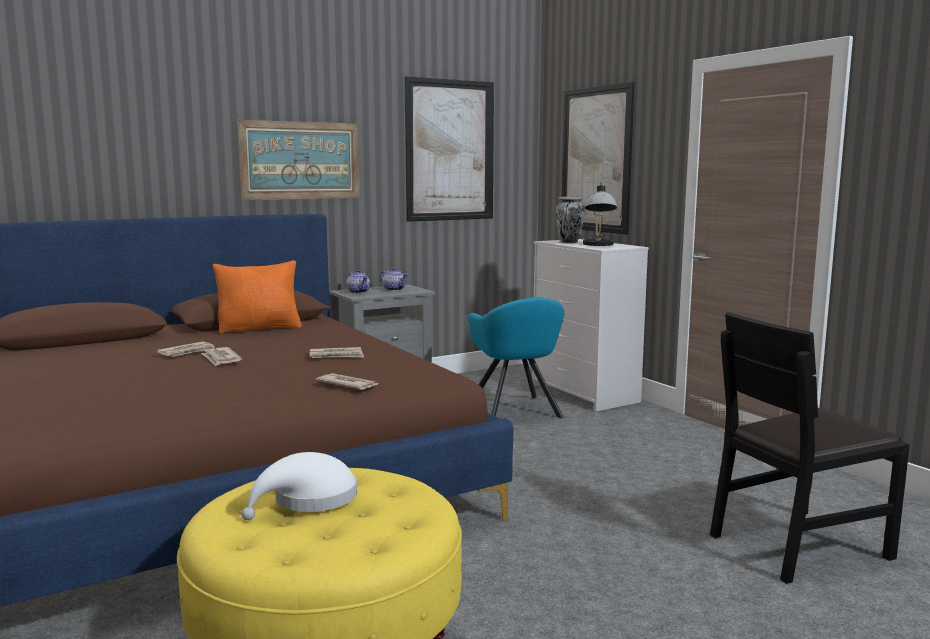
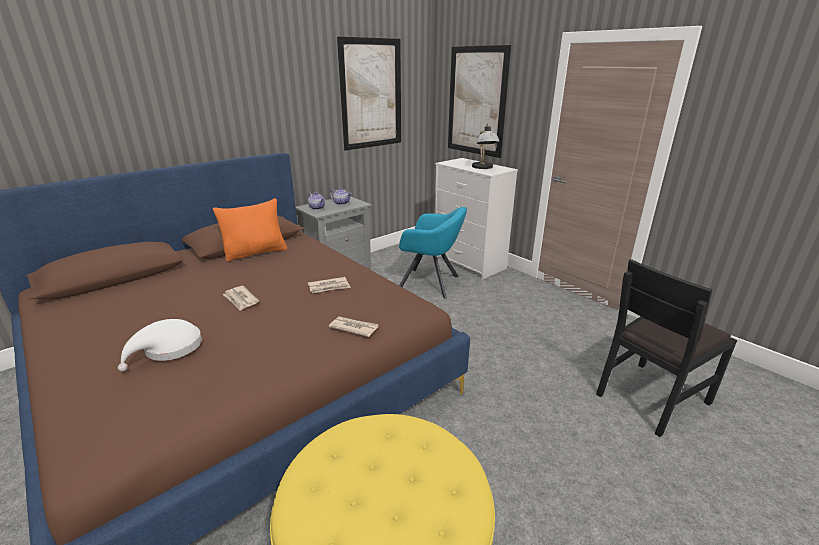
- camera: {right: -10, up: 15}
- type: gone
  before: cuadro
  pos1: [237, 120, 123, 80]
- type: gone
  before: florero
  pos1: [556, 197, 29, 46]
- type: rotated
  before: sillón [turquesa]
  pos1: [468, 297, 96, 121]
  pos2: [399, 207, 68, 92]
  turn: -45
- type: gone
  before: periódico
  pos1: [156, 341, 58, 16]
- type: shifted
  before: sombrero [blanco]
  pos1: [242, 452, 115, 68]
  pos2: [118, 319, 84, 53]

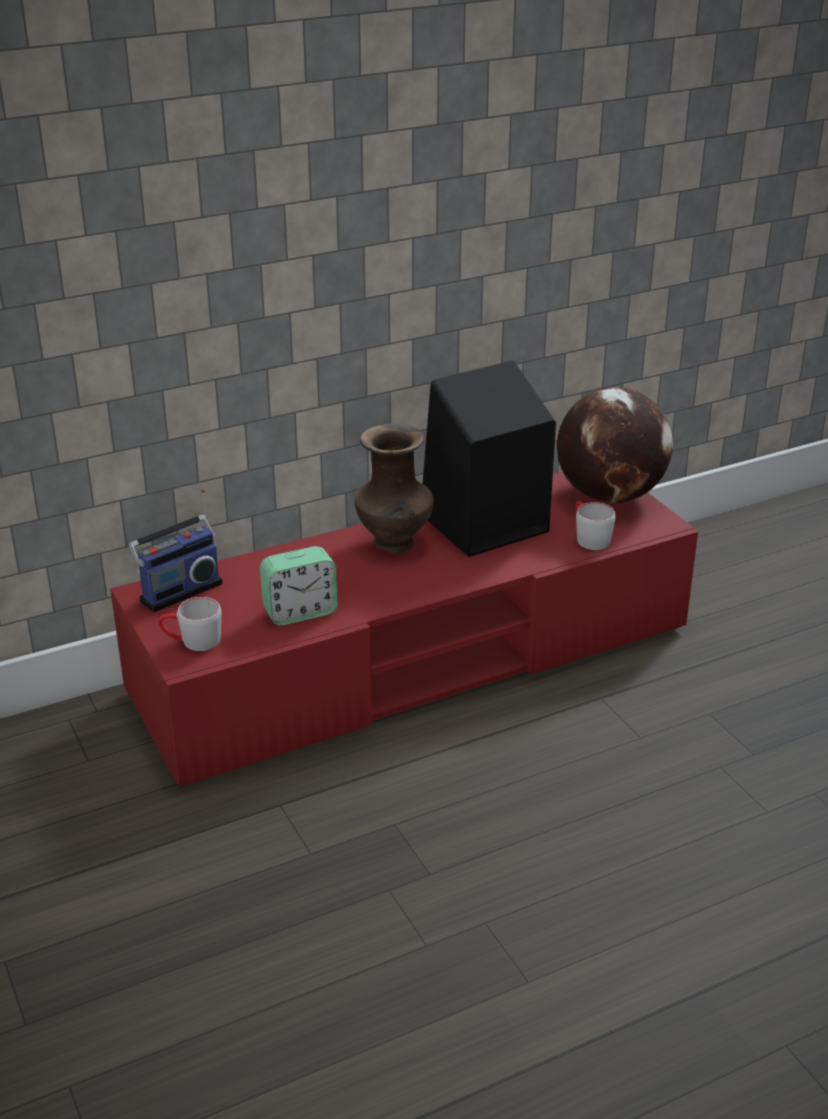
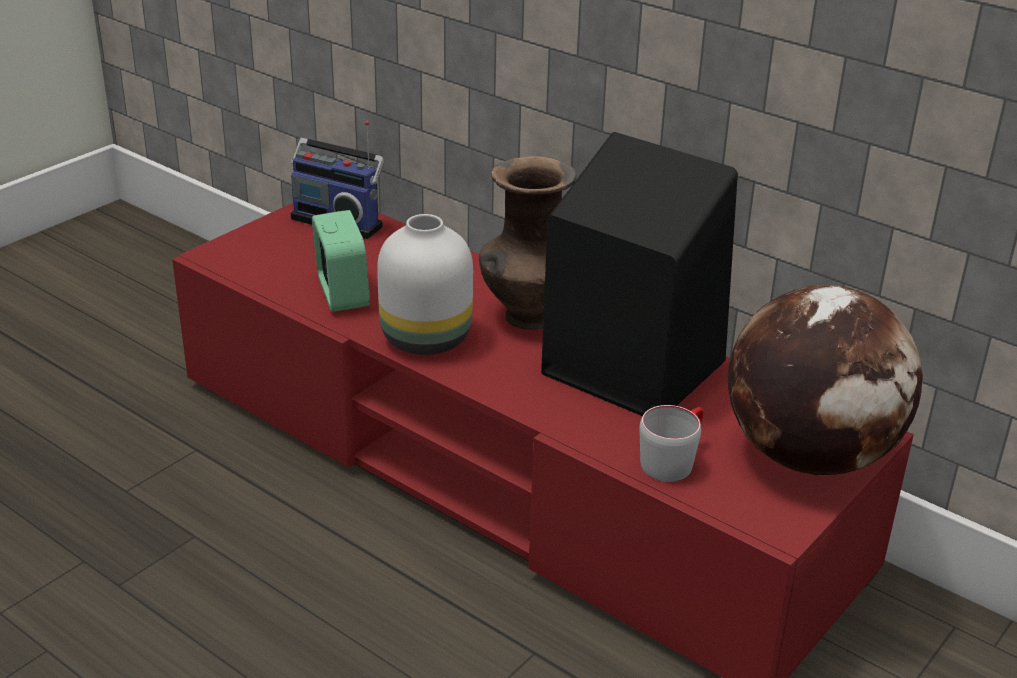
- camera: {right: 65, up: 0}
- type: rotated
  before: despertador
  pos1: [260, 546, 78, 80]
  pos2: [312, 210, 58, 102]
  turn: -150
- type: gone
  before: taza grande [gris]
  pos1: [158, 597, 63, 54]
- type: new
  after: florero [blanco]
  pos2: [377, 214, 96, 141]

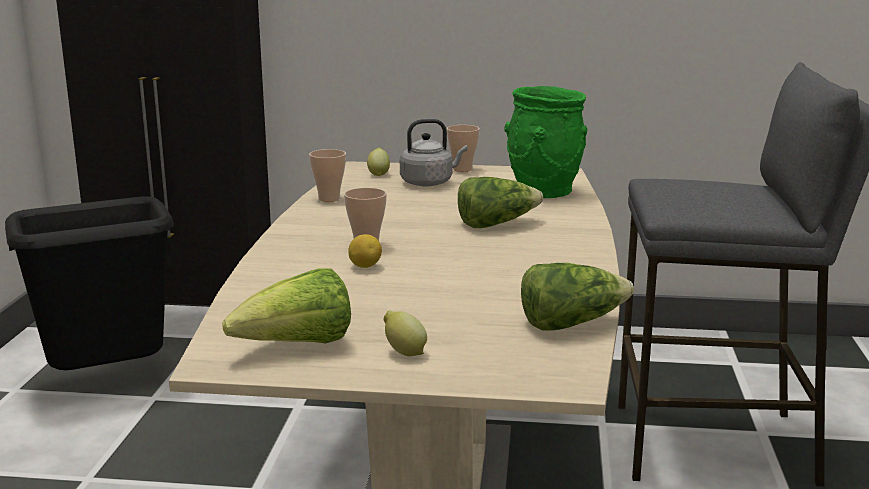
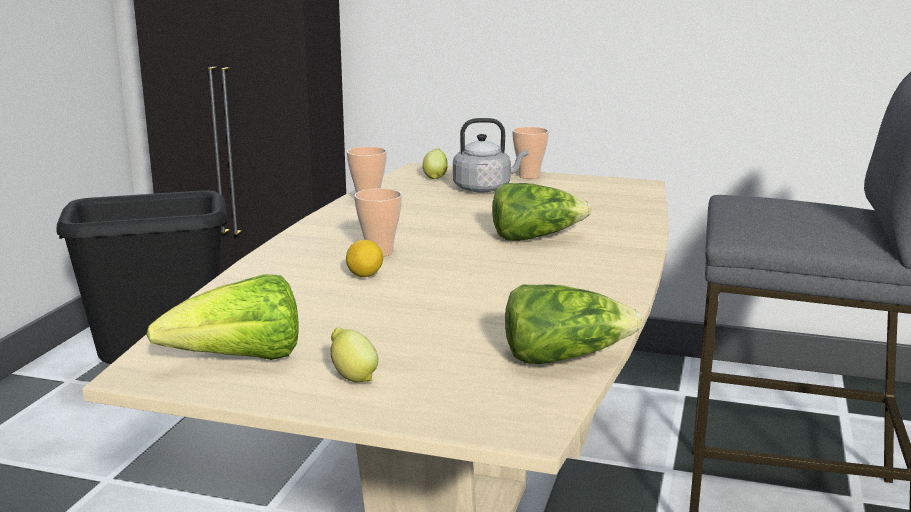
- camera: {right: 10, up: 0}
- type: gone
  before: florero [verde]
  pos1: [505, 86, 82, 112]

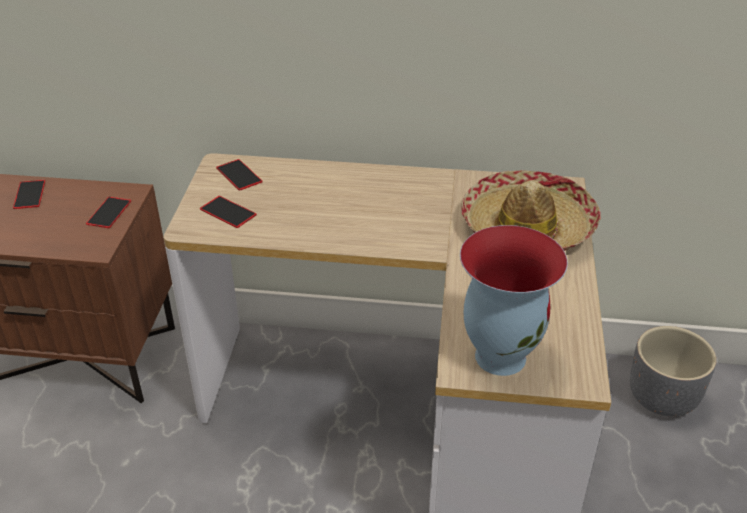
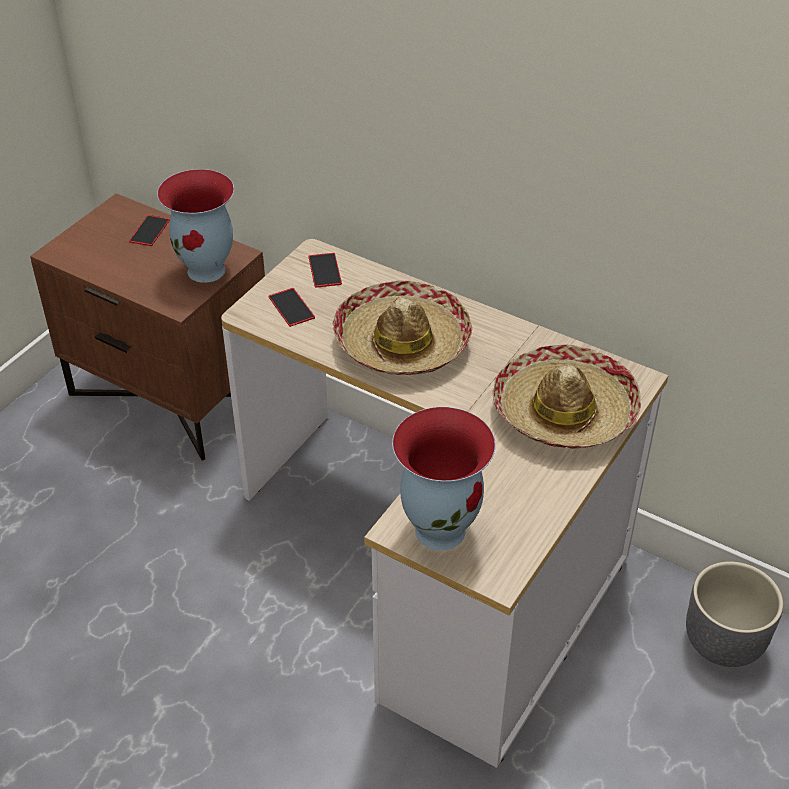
- camera: {right: 25, up: 5}
- type: swapped
  before: móvil
  after: florero
  pos1: [86, 197, 45, 31]
  pos2: [157, 169, 77, 114]
- type: new
  after: sombrero
  pos2: [332, 280, 140, 95]

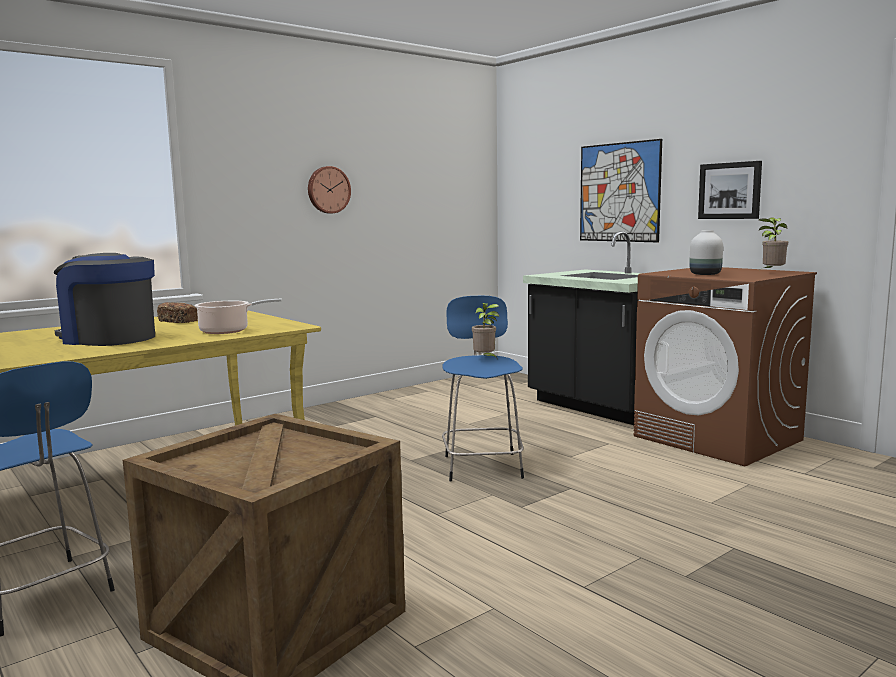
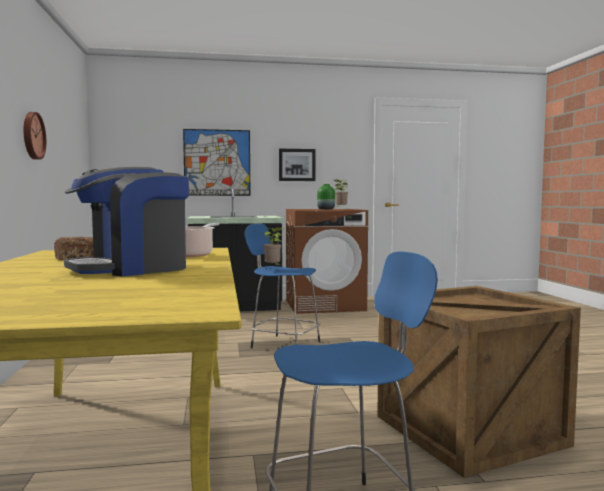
- camera: {right: -60, up: -5}
- type: repainted
  before: florero [blanco]
  after: florero [verde]
  pos1: [689, 230, 34, 45]
  pos2: [317, 184, 18, 26]

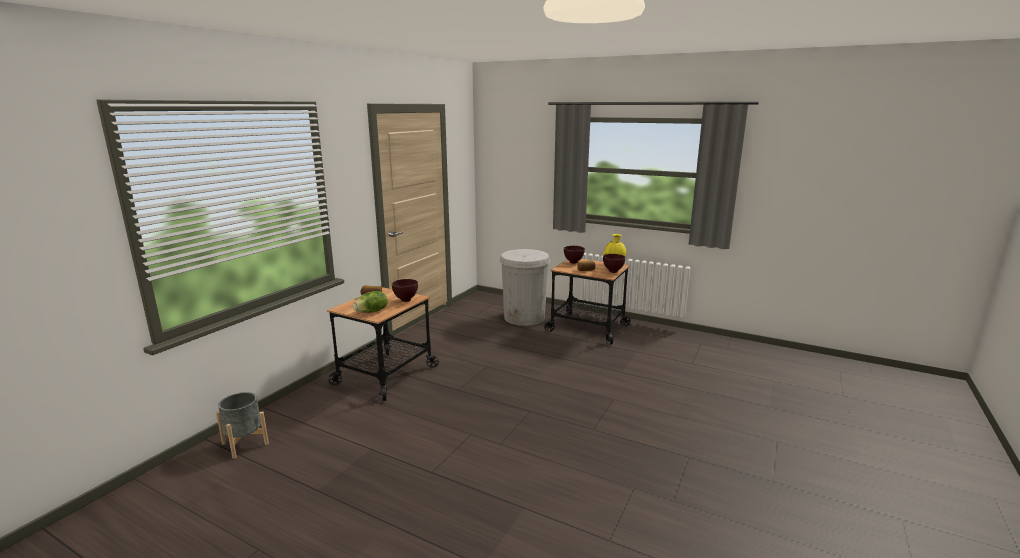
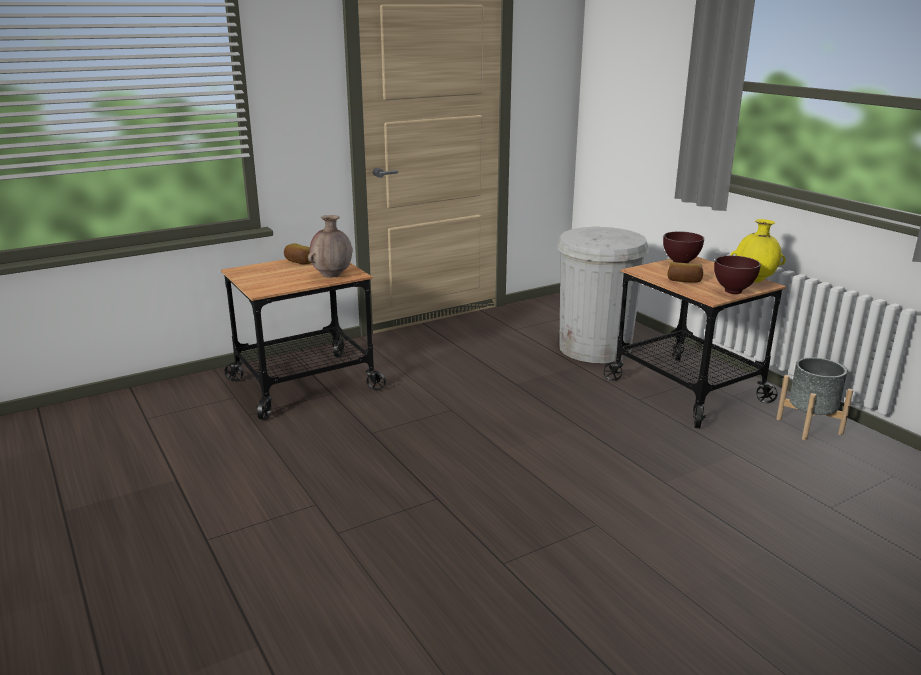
- camera: {right: 30, up: 5}
- type: swapped
  before: cuenco [marrón]
  after: florero [marrón]
  pos1: [392, 279, 26, 23]
  pos2: [308, 215, 45, 63]
- type: gone
  before: lechuga
  pos1: [353, 291, 35, 22]
- type: shifted
  before: maceta [gris]
  pos1: [216, 392, 53, 67]
  pos2: [776, 357, 77, 84]

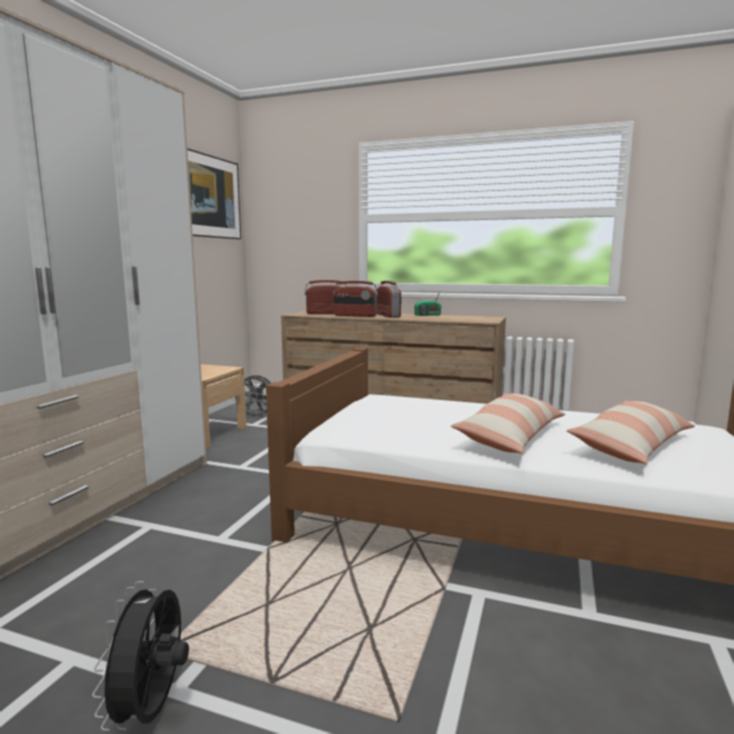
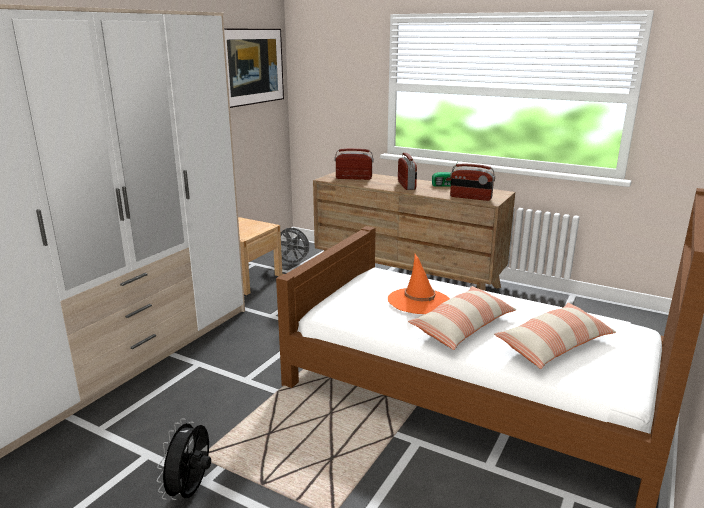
- camera: {right: 10, up: 10}
- type: shifted
  before: radio
  pos1: [333, 281, 45, 36]
  pos2: [450, 164, 45, 37]
- type: new
  after: sombrero [naranja]
  pos2: [388, 254, 62, 60]

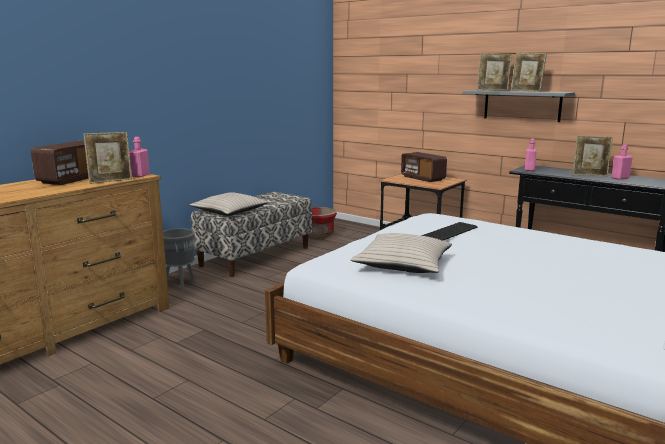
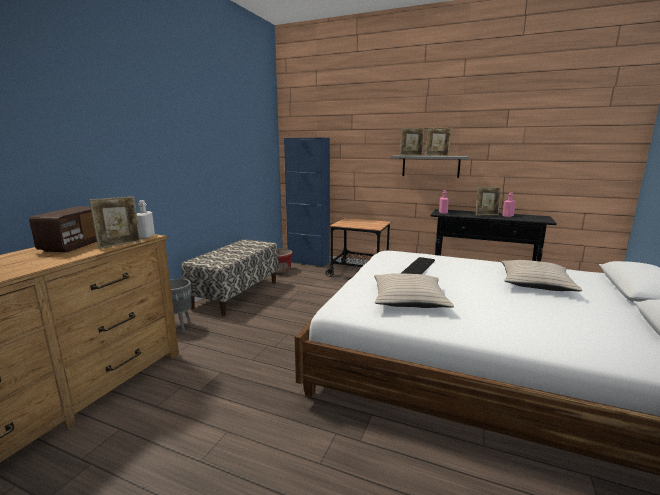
- camera: {right: -15, up: 0}
- type: repainted
  before: botella [rosa]
  after: botella [blanco]
  pos1: [129, 137, 21, 40]
  pos2: [137, 200, 18, 39]
- type: gone
  before: radio
  pos1: [401, 152, 46, 30]
- type: shifted
  before: cojín [beis]
  pos1: [190, 192, 79, 24]
  pos2: [502, 260, 80, 31]
- type: new
  after: armario [azul]
  pos2: [284, 138, 46, 129]

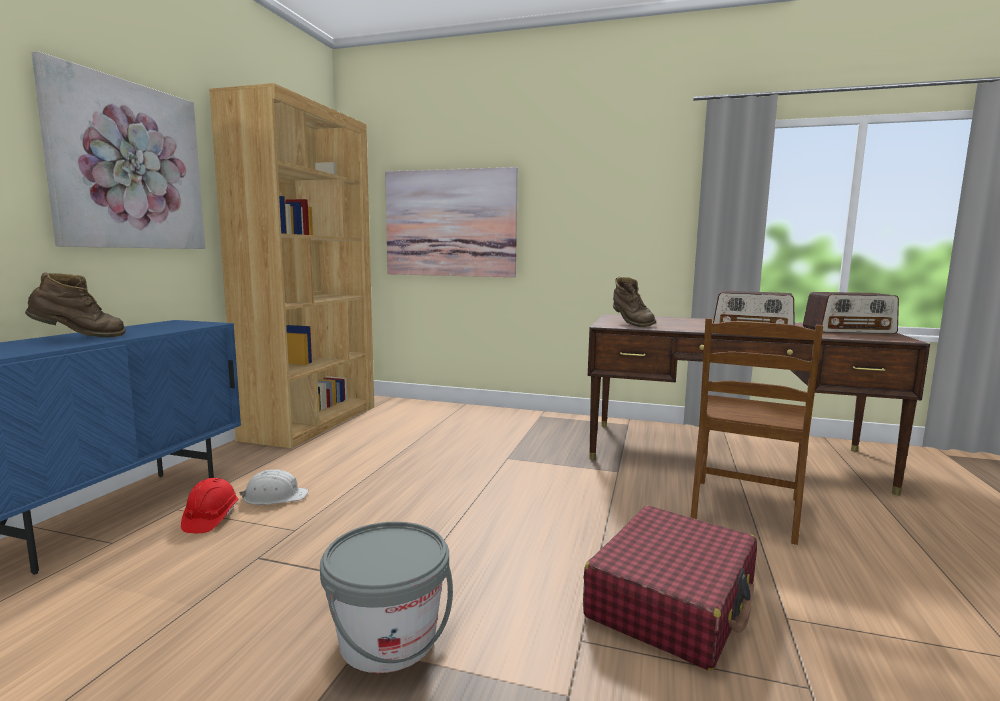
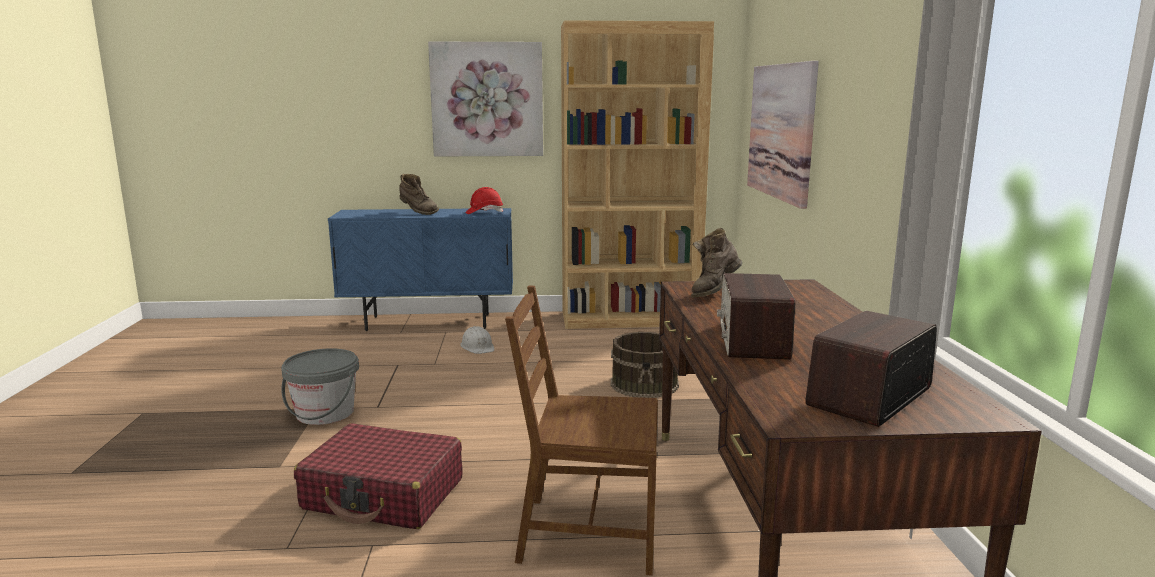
- camera: {right: 70, up: 5}
- type: rotated
  before: radio
  pos1: [803, 292, 96, 42]
  pos2: [805, 311, 132, 116]
  turn: 60
- type: shifted
  before: casco [rojo]
  pos1: [181, 478, 57, 55]
  pos2: [466, 187, 37, 27]
- type: new
  after: cubo [marrón]
  pos2: [611, 332, 68, 66]

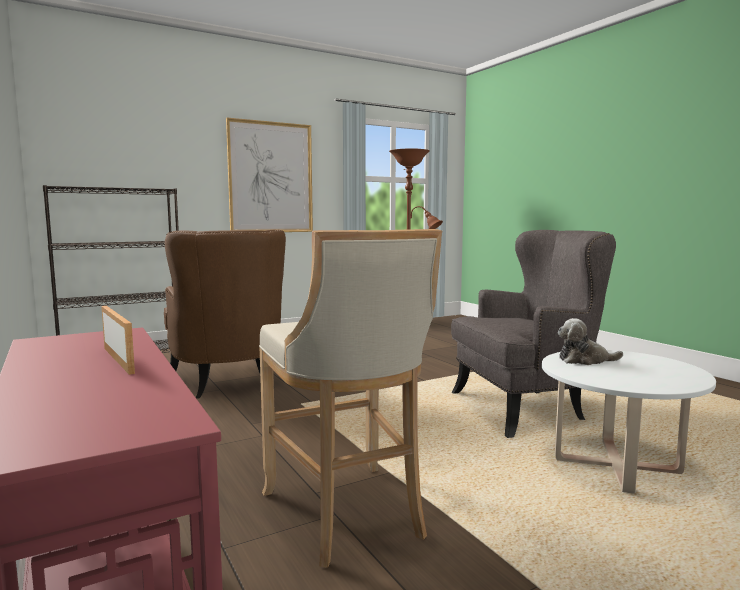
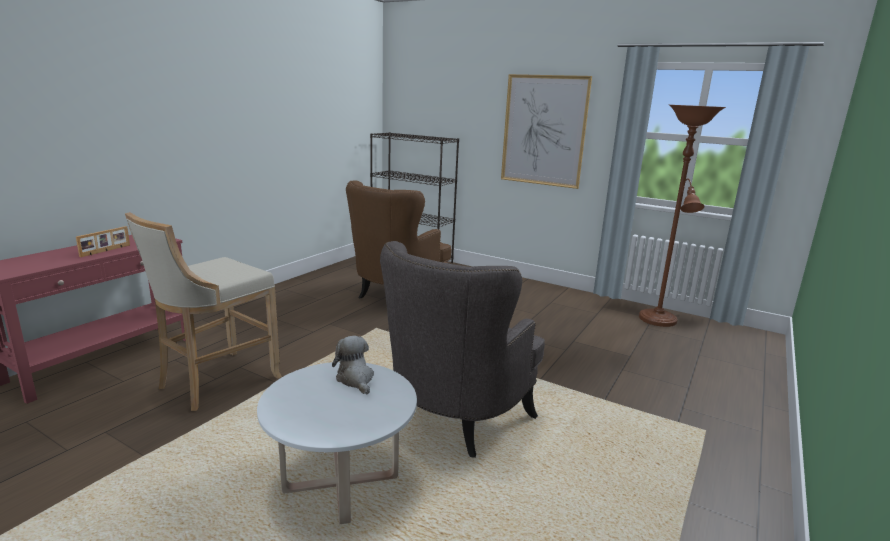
- camera: {right: 60, up: 10}
- type: rotated
  before: sillón [gris]
  pos1: [451, 230, 165, 208]
  pos2: [380, 241, 165, 217]
  turn: 75

